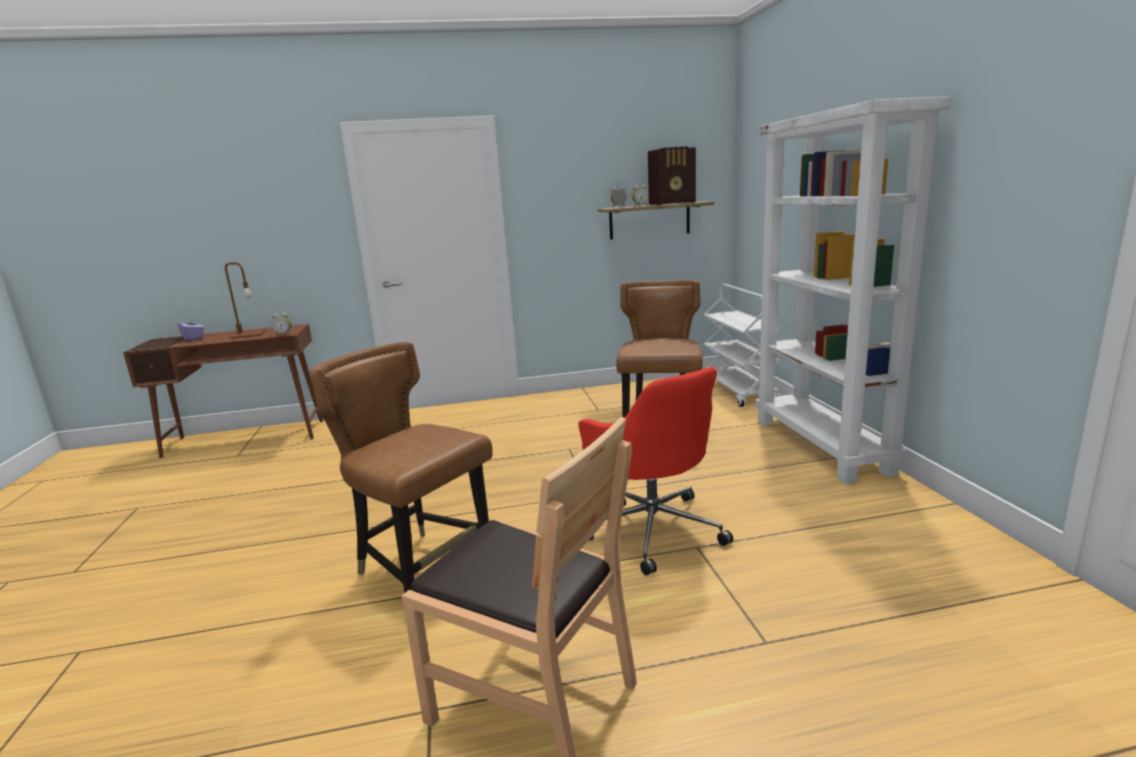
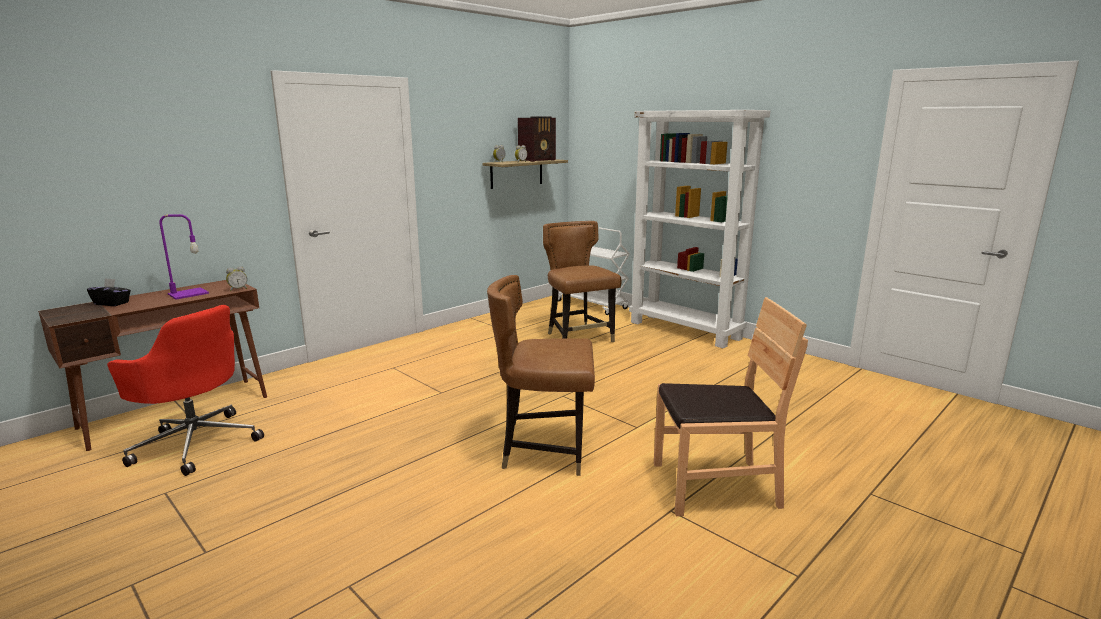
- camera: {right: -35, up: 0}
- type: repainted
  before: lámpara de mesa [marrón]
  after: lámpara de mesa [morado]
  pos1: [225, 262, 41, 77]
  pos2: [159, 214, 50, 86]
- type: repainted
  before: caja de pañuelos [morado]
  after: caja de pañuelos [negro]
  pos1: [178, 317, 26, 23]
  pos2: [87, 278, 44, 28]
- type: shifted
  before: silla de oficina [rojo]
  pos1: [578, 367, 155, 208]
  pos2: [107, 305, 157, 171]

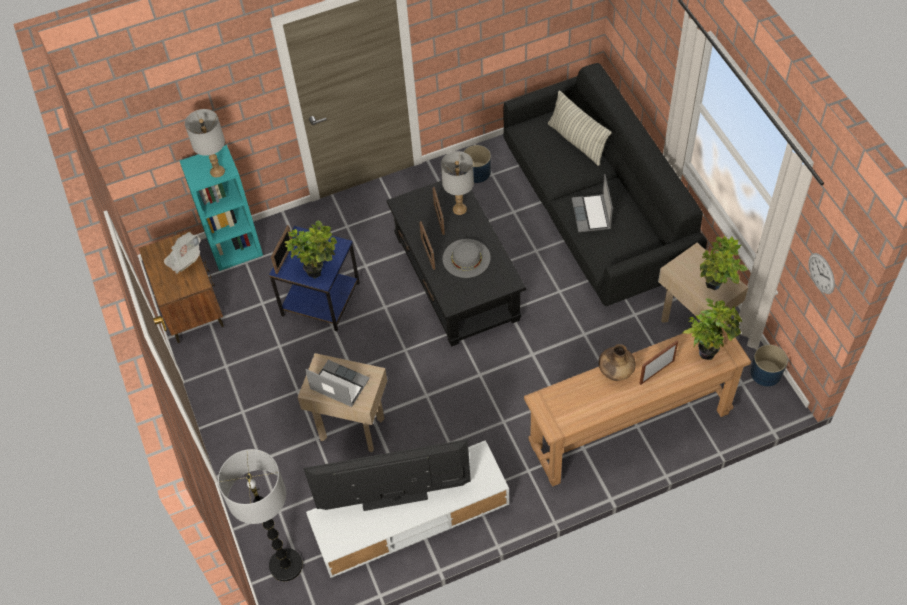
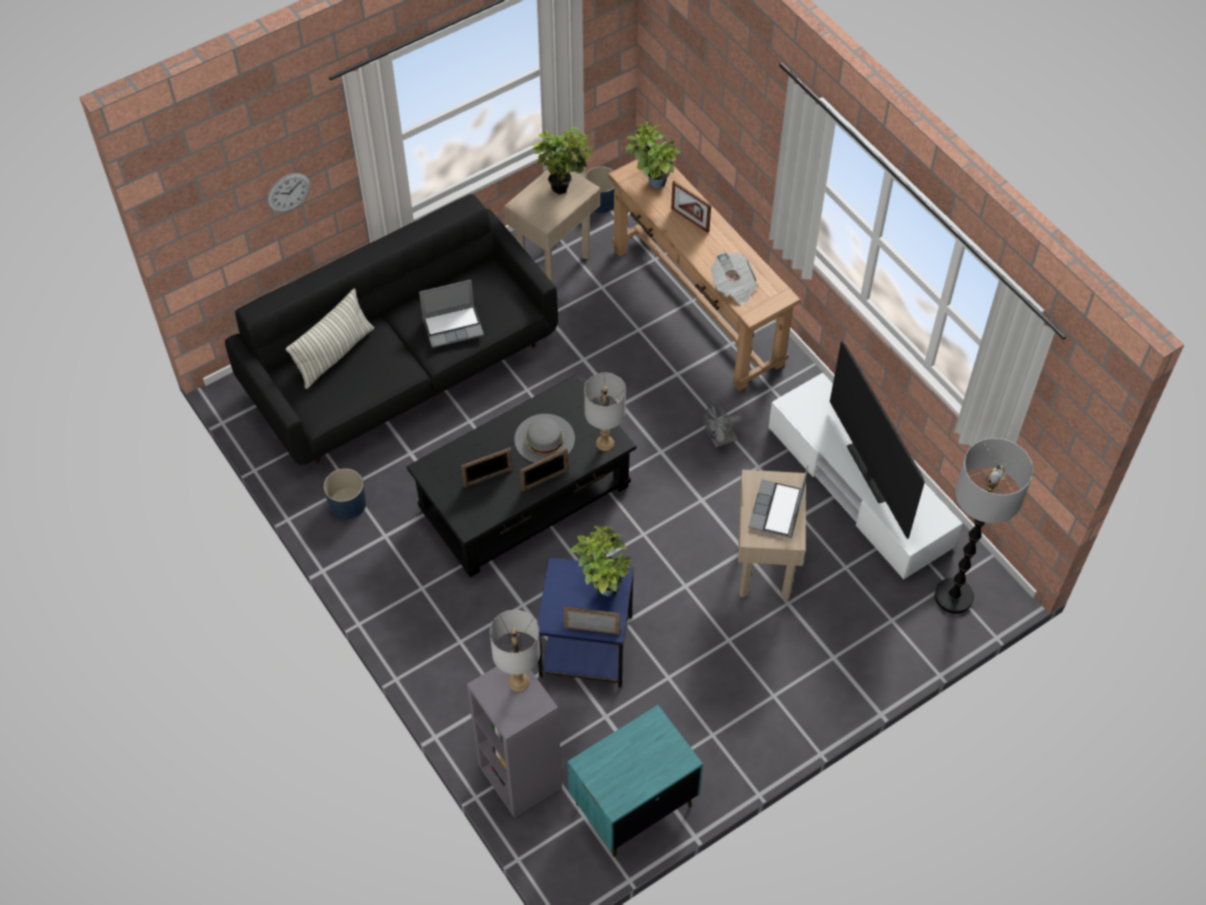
- camera: {right: -105, up: 0}
- type: repainted
  before: estantería [turquesa]
  after: estantería [gris]
  pos1: [180, 145, 83, 126]
  pos2: [467, 666, 95, 152]
- type: shifted
  before: lámpara de mesa [gris]
  pos1: [441, 151, 33, 64]
  pos2: [584, 373, 42, 78]
- type: repainted
  before: mesita de noche [marrón]
  after: mesita de noche [turquesa]
  pos1: [139, 230, 85, 113]
  pos2: [567, 705, 136, 152]
- type: shifted
  before: periódico
  pos1: [164, 232, 37, 42]
  pos2: [710, 252, 49, 53]
- type: shifted
  before: reloj de pared
  pos1: [809, 253, 26, 41]
  pos2: [267, 173, 43, 39]
- type: gone
  before: florero [marrón]
  pos1: [598, 344, 38, 37]
- type: new
  after: ventilador [gris]
  pos2: [704, 403, 38, 44]

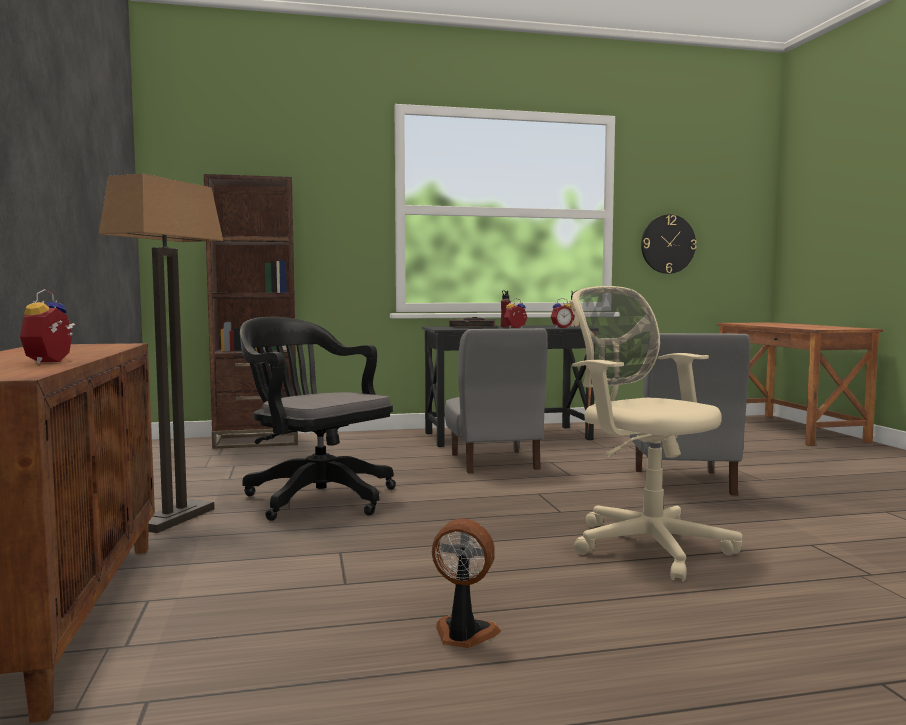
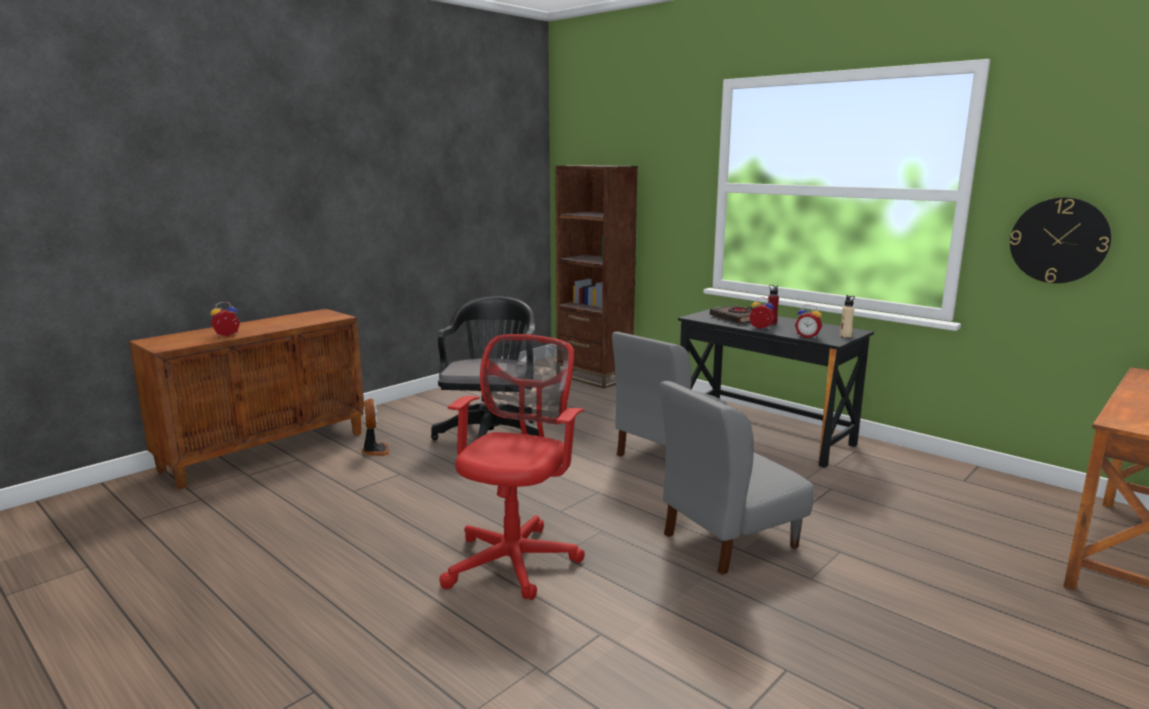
- camera: {right: 55, up: 10}
- type: gone
  before: lámpara de pie
  pos1: [99, 173, 124, 360]
- type: repainted
  before: silla de oficina [beis]
  after: silla de oficina [rojo]
  pos1: [572, 286, 171, 296]
  pos2: [439, 334, 146, 266]
- type: shifted
  before: ventilador
  pos1: [432, 519, 69, 129]
  pos2: [362, 399, 27, 57]

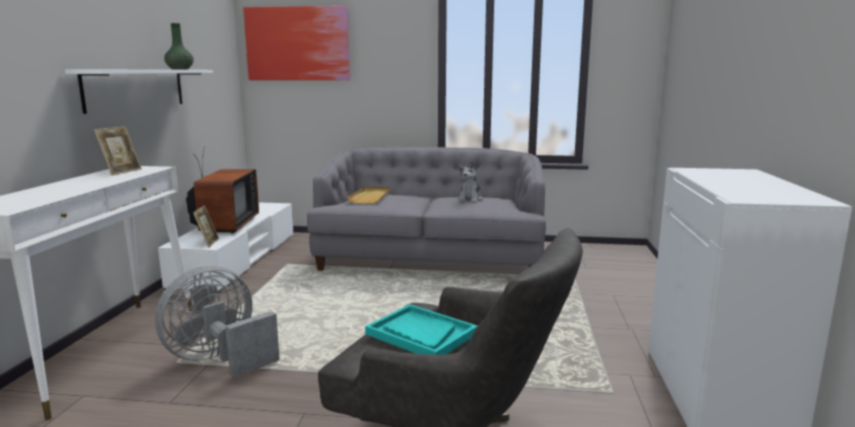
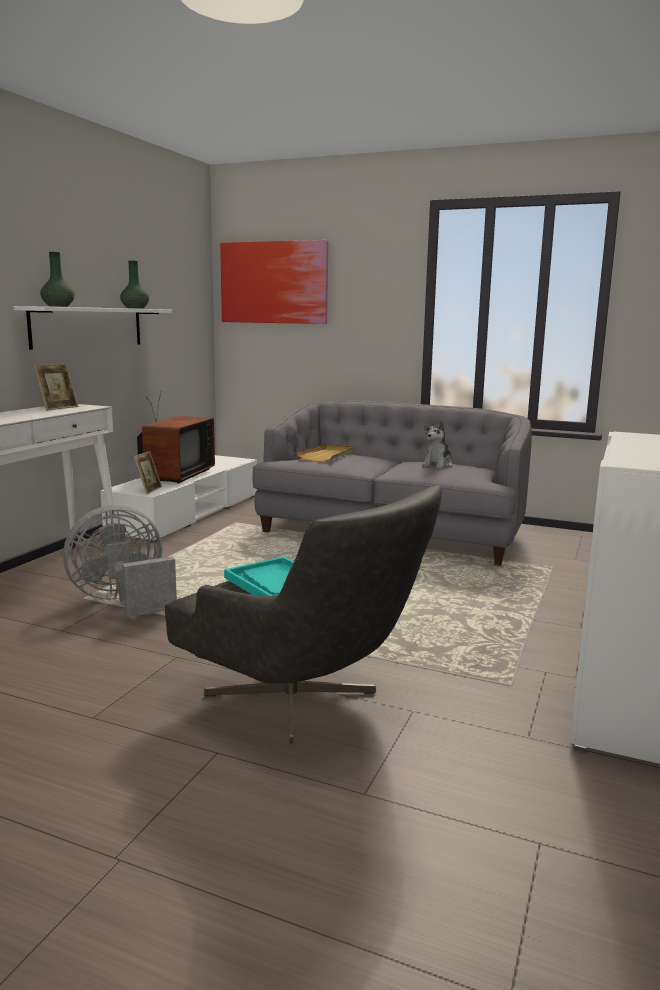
- camera: {right: 15, up: 0}
- type: new
  after: florero [verde]
  pos2: [40, 252, 35, 55]

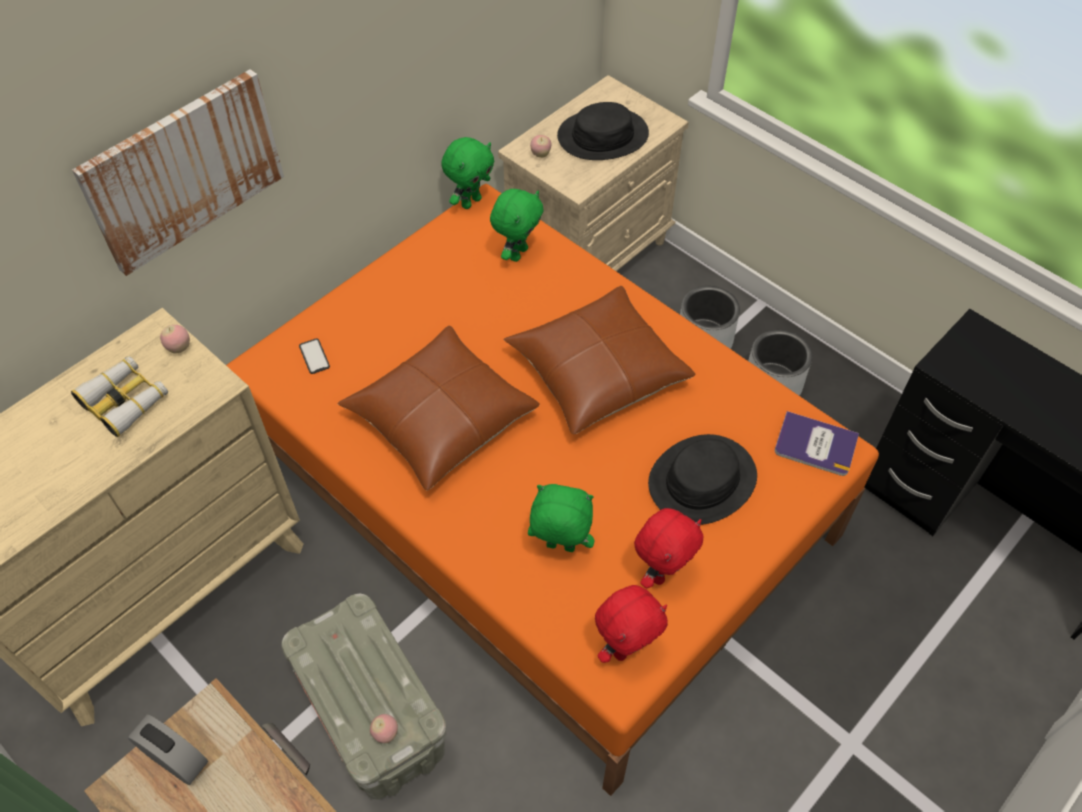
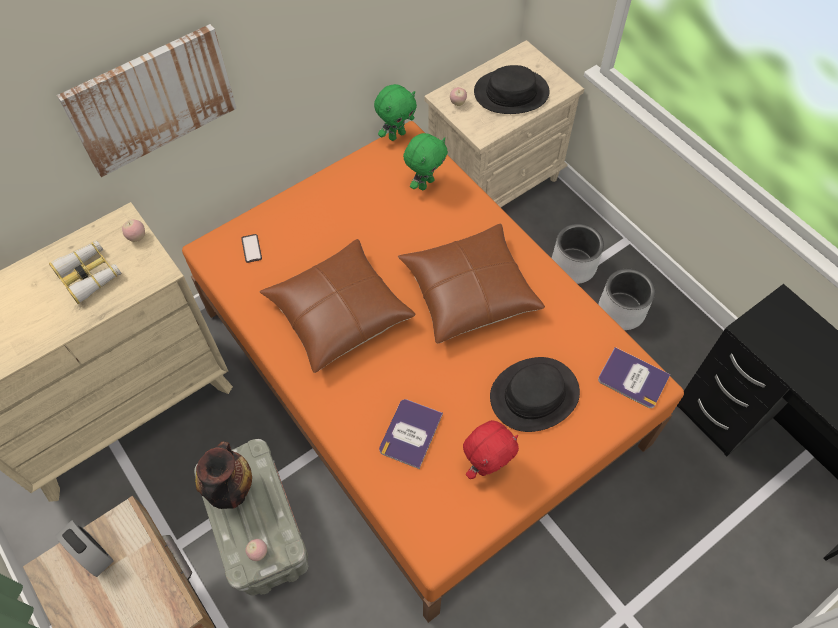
- camera: {right: 10, up: 5}
- type: swapped
  before: peluche [verde]
  after: libro
  pos1: [528, 484, 66, 68]
  pos2: [379, 399, 64, 70]
- type: gone
  before: peluche [rojo]
  pos1: [595, 585, 73, 78]
- type: new
  after: florero
  pos2: [195, 441, 57, 68]

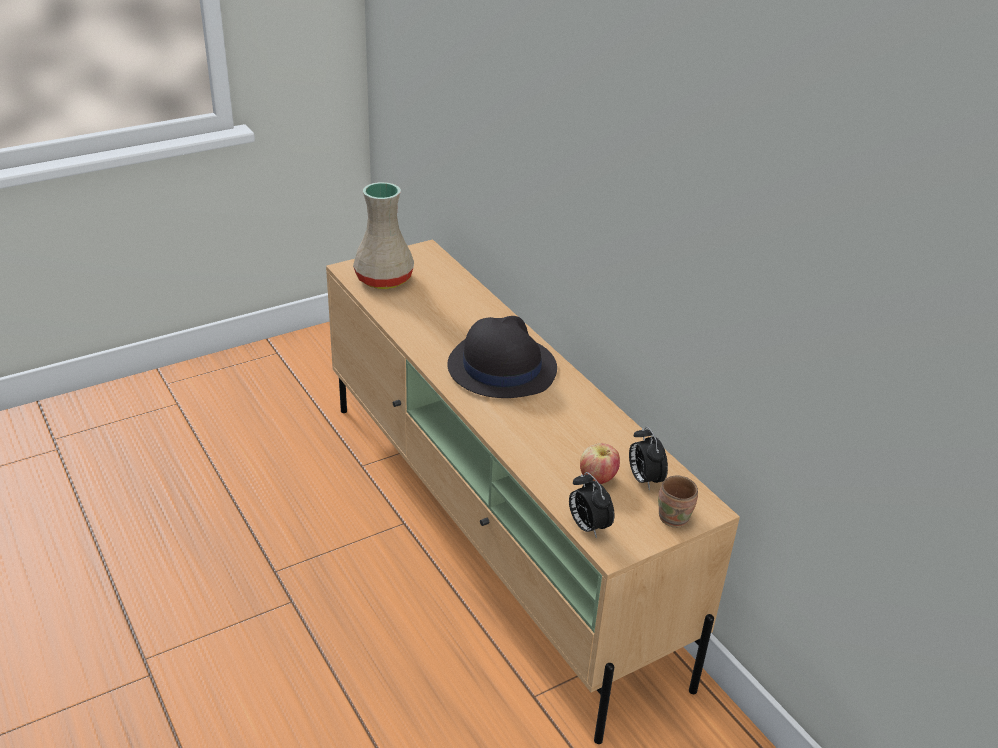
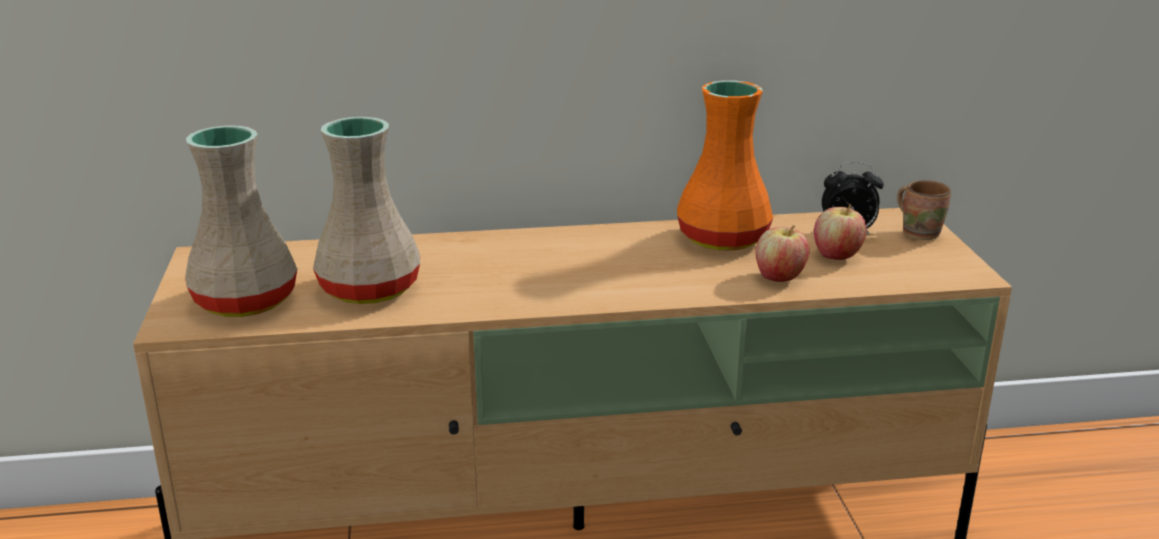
- camera: {right: -65, up: -10}
- type: gone
  before: sombrero [negro]
  pos1: [447, 316, 110, 82]
- type: gone
  before: despertador
  pos1: [569, 472, 45, 66]
- type: new
  after: florero [naranja]
  pos2: [677, 80, 96, 171]
- type: new
  after: florero [beis]
  pos2: [313, 117, 107, 187]
- type: new
  after: manzana
  pos2: [756, 225, 54, 57]

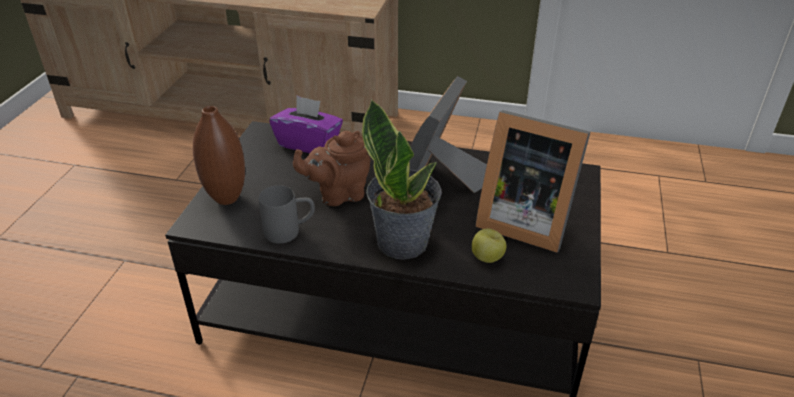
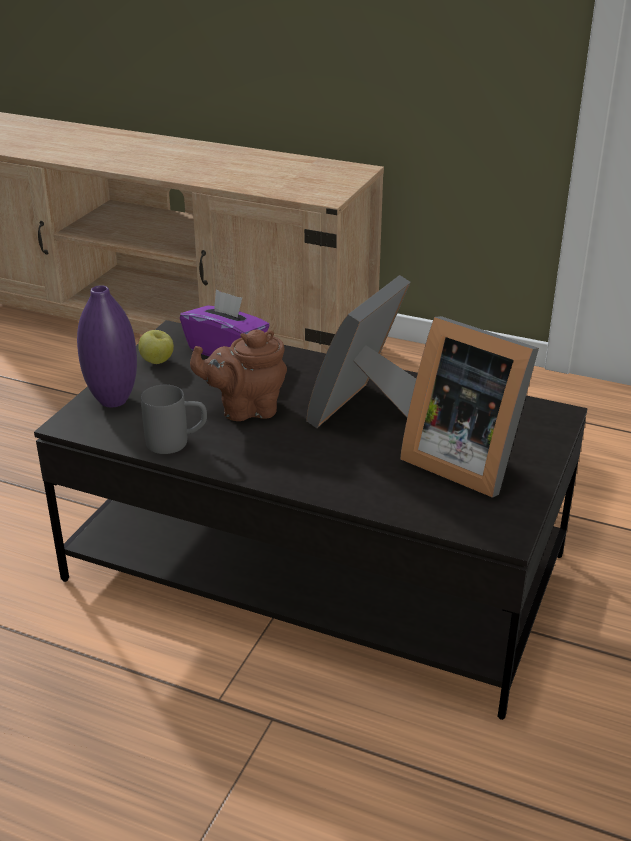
- camera: {right: 10, up: -5}
- type: gone
  before: planta en maceta
  pos1: [362, 99, 80, 161]
- type: repainted
  before: florero [marrón]
  after: florero [morado]
  pos1: [193, 106, 52, 99]
  pos2: [77, 285, 60, 122]
- type: shifted
  before: manzana
  pos1: [472, 228, 34, 35]
  pos2: [138, 330, 36, 34]

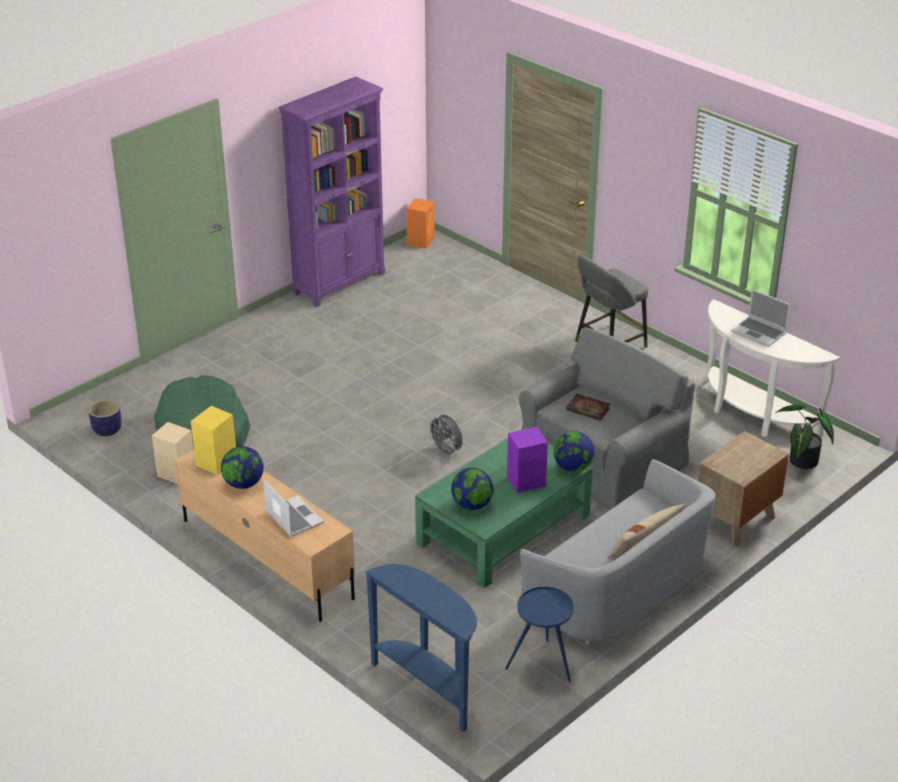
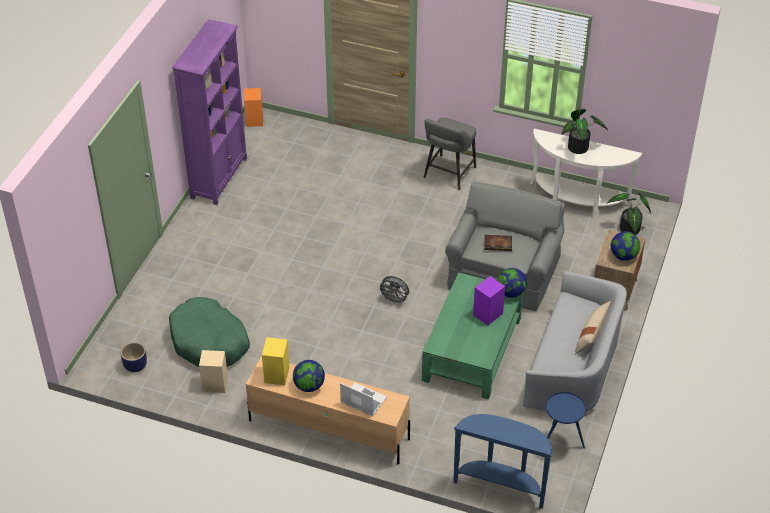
- camera: {right: -25, up: 10}
- type: swapped
  before: portátil
  after: planta en maceta
  pos1: [731, 289, 59, 58]
  pos2: [561, 109, 47, 45]
- type: shifted
  before: globo terráqueo
  pos1: [451, 468, 43, 42]
  pos2: [611, 231, 29, 30]

